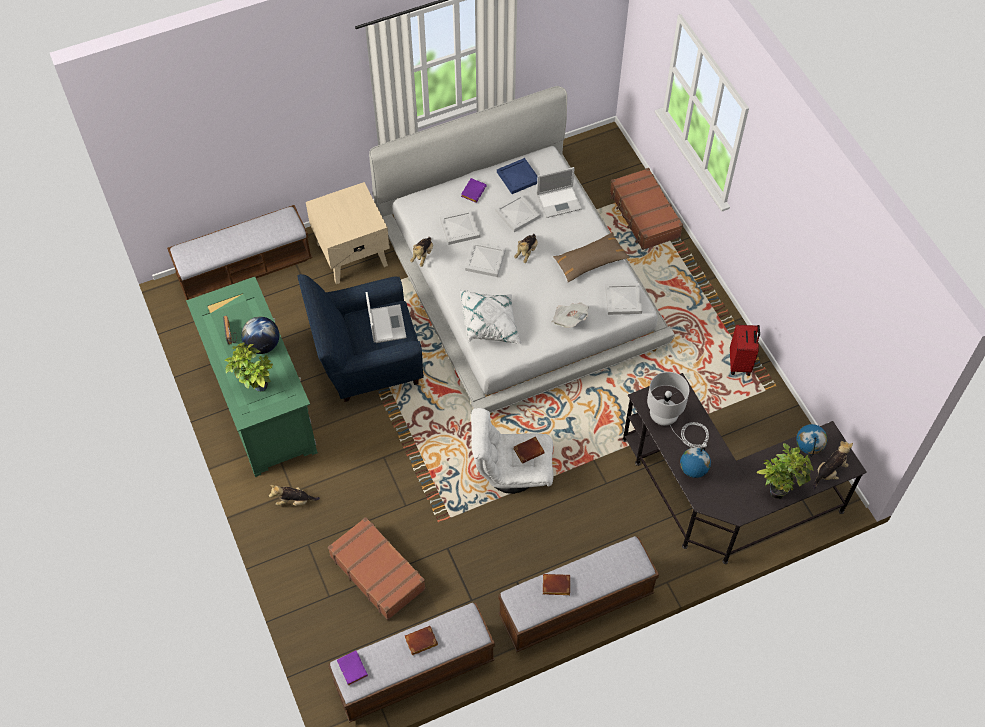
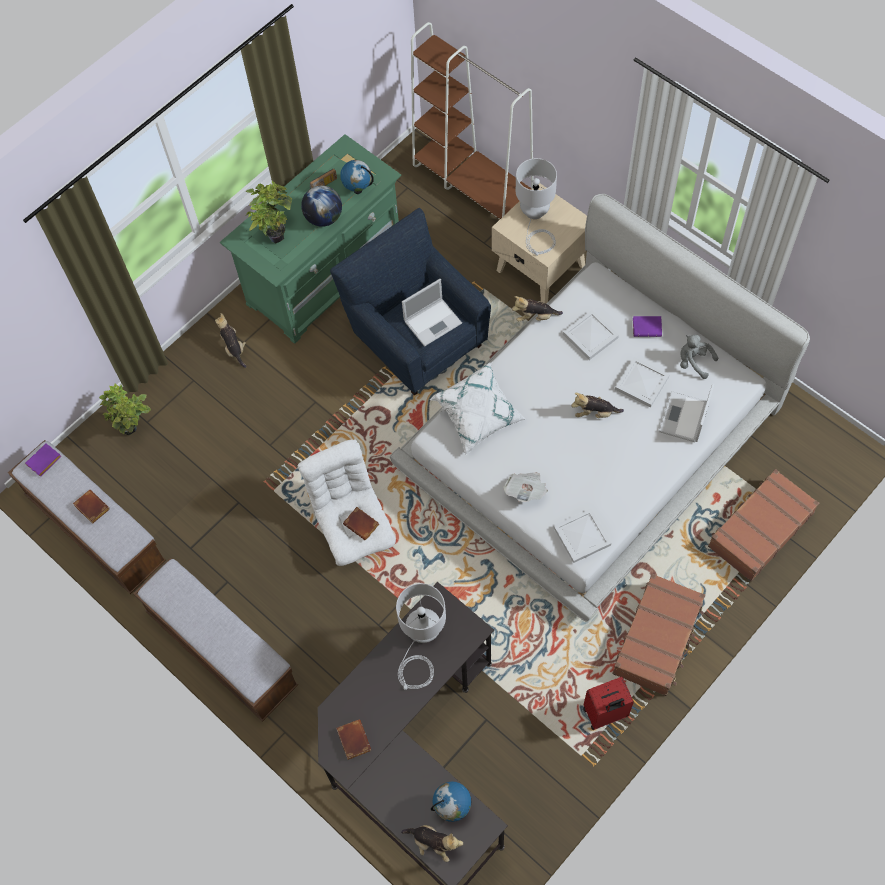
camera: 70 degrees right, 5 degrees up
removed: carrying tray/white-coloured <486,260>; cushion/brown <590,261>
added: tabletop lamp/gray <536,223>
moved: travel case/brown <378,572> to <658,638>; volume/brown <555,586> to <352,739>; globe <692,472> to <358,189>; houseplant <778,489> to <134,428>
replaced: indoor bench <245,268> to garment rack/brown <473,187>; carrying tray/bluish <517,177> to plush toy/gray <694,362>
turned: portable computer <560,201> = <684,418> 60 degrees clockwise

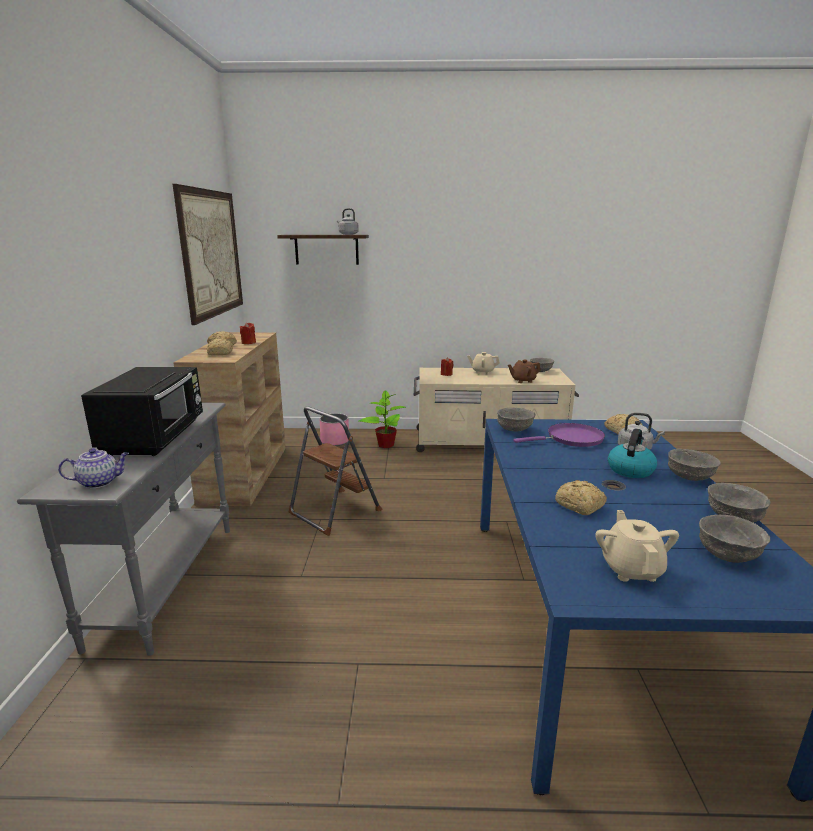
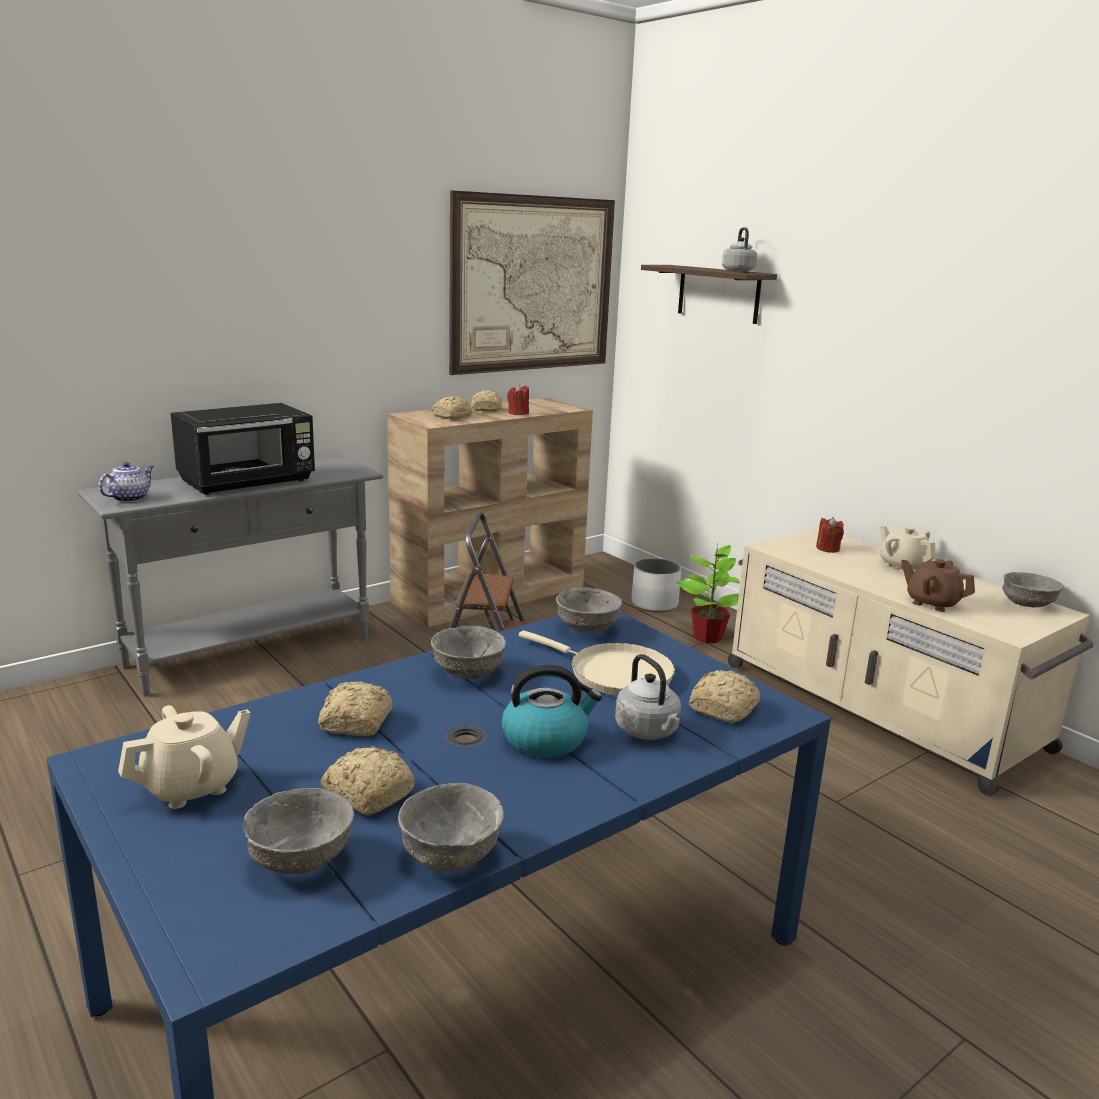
camera: 50 degrees right, 0 degrees up
added: bakery bread <368,792>
moved: bowl/gray <689,477> to <467,672>
recoloured: flower pot/pinkish <335,441> to flower pot/white-coloured <654,604>; skillet/purplish <571,439> to skillet/beige <614,673>
turned: tea pot <100,482> = <130,498> 90 degrees counterclockwise

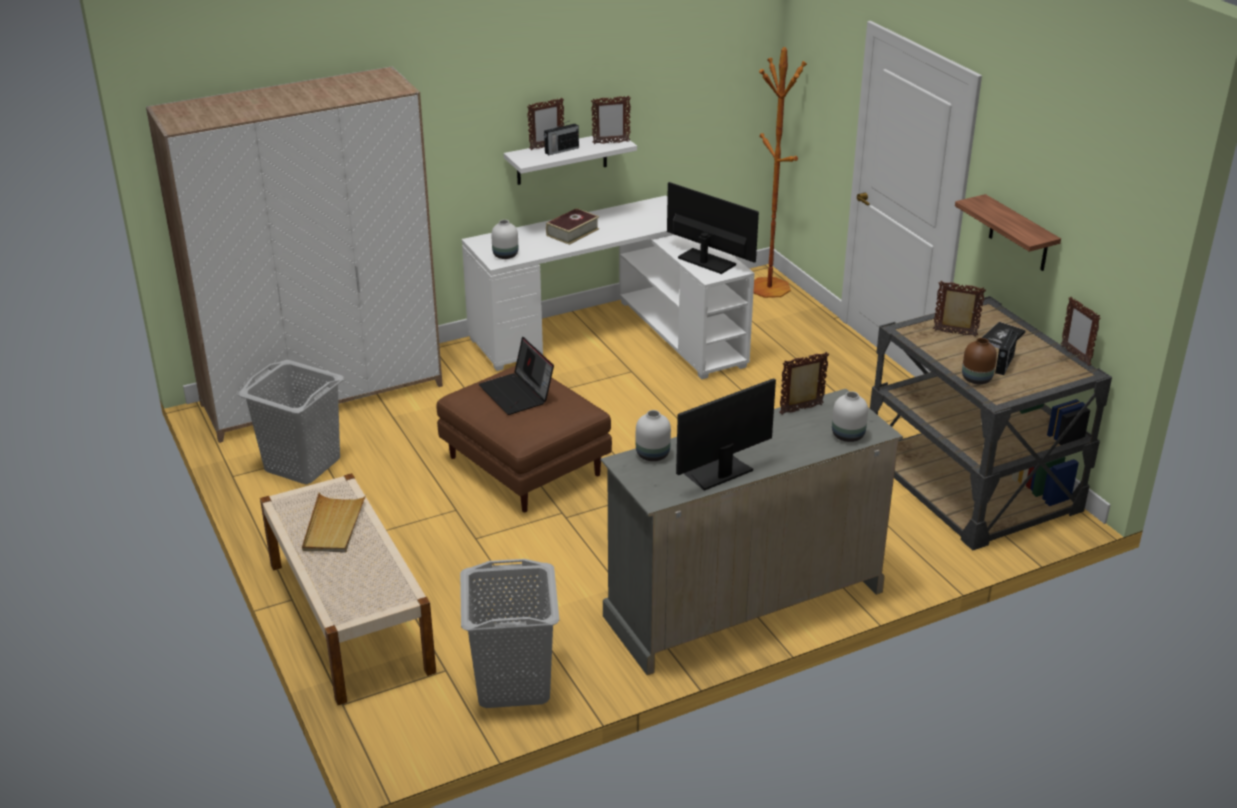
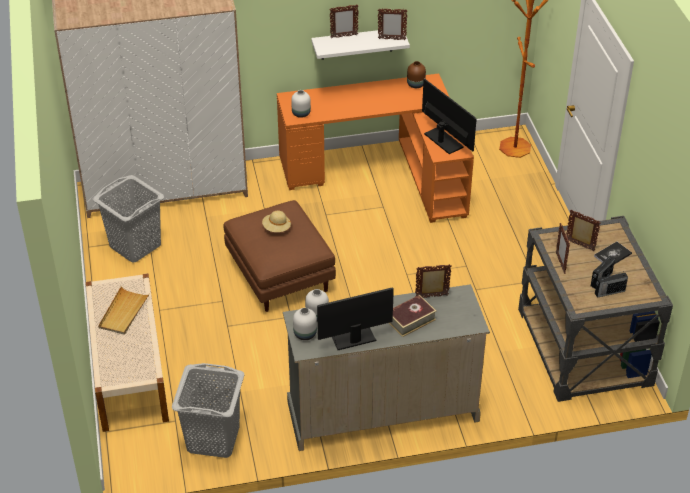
camera: 15 degrees right, 10 degrees up
removed: shelf <1019,234>
moved: radio <561,150> to <609,292>; volume <572,232> to <410,320>; decorative vase/white-coloured <848,435> to <305,334>; decorative vase/brown <975,379> to <415,84>; standing frame <1075,355> to <560,263>
replaced: portable computer <517,394> to clothing hat/beige <276,228>
recoloured: desk unit/white-coloured <614,335> to desk unit/orange-coloured <383,172>

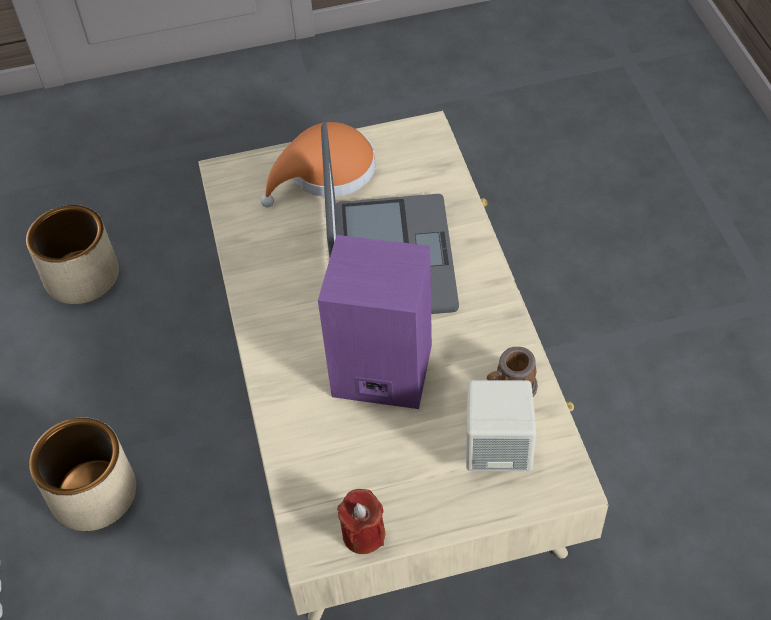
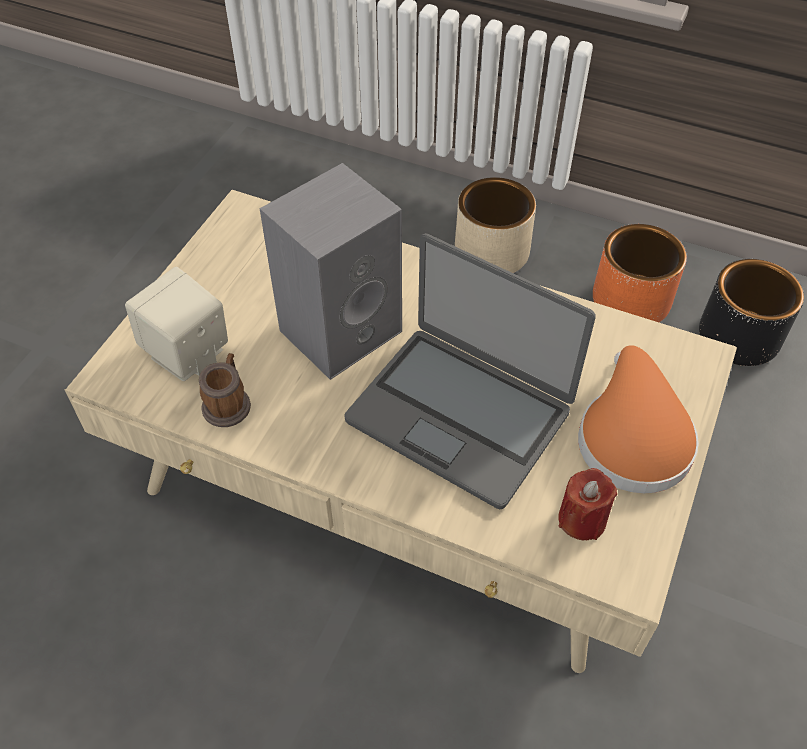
camera: 125 degrees right, 0 degrees up
added: flower pot/orange-coloured <631,301>
moved: wax light/red <363,534> to <582,519>
recoloured: flower pot/beige <83,277> to flower pot/black-coloured <738,337>; loudspeaker/purplish <379,372> to loudspeaker/gray <341,328>

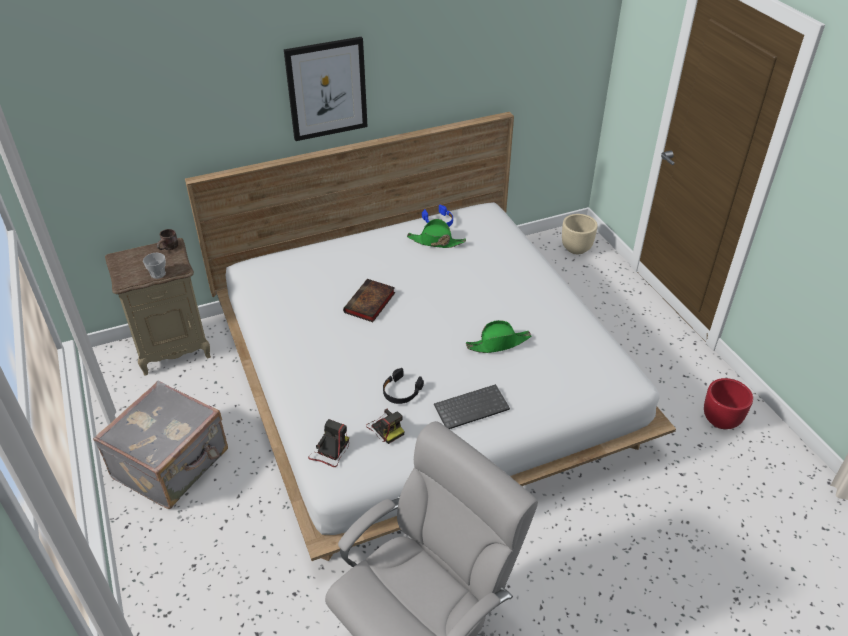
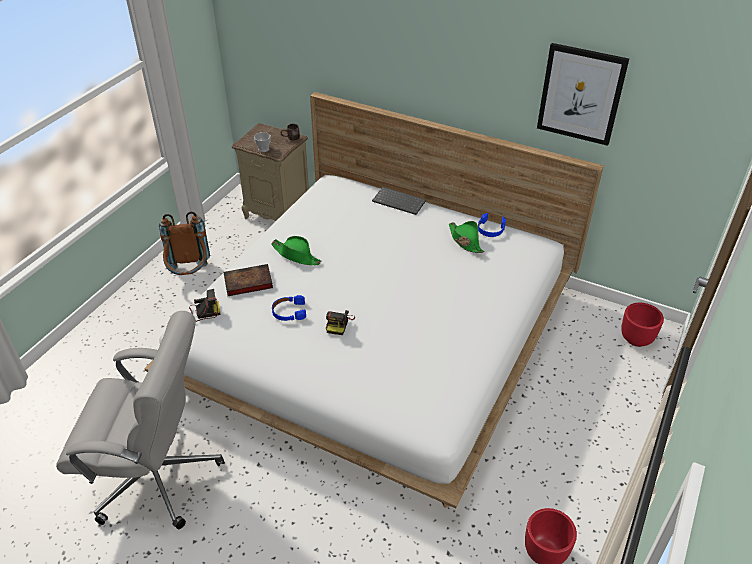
camera: 50 degrees right, 0 degrees up
moved: wall art <326,89> to <581,94>; volume <369,304> to <247,283>; still camera <385,428> to <339,323>; computer keyboard <472,407> to <400,201>; clothing hat/greenish <498,343> to <296,255>
replaced: travel case/gray <173,465> to knapsack/brown <190,275>
recoloured: headphones/black-coloured <401,391> to headphones/bluish <289,312>; flower pot/beige <576,248> to flower pot/red <636,339>

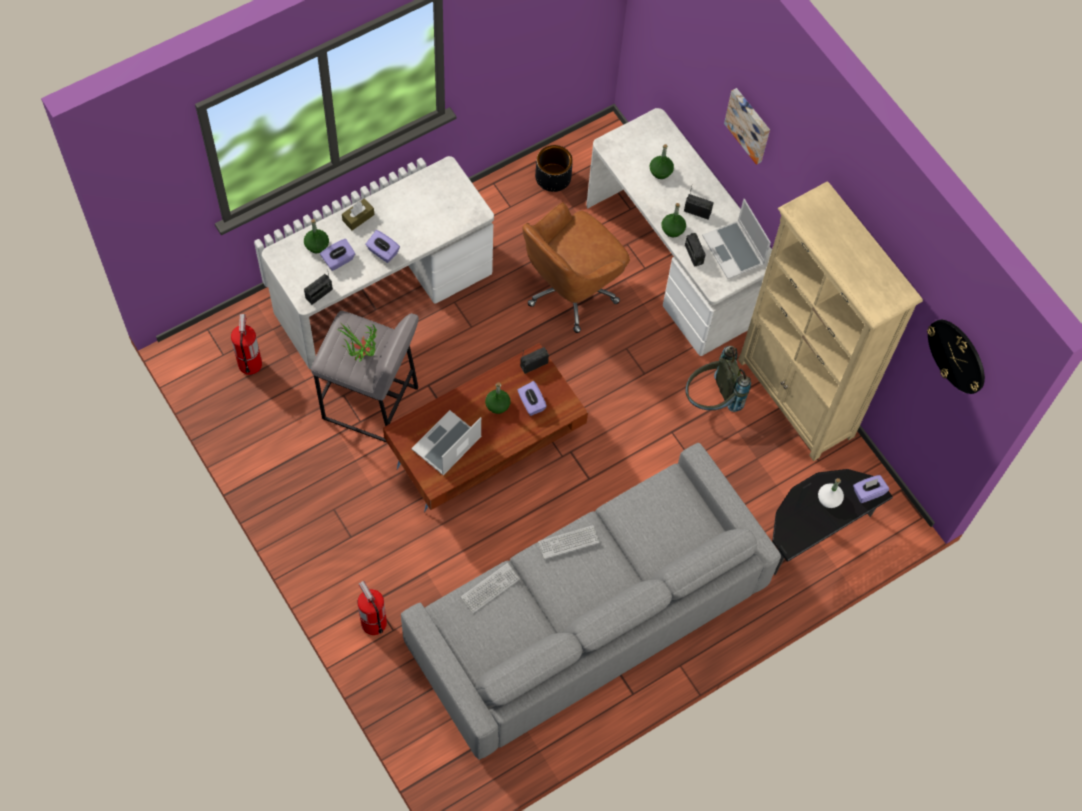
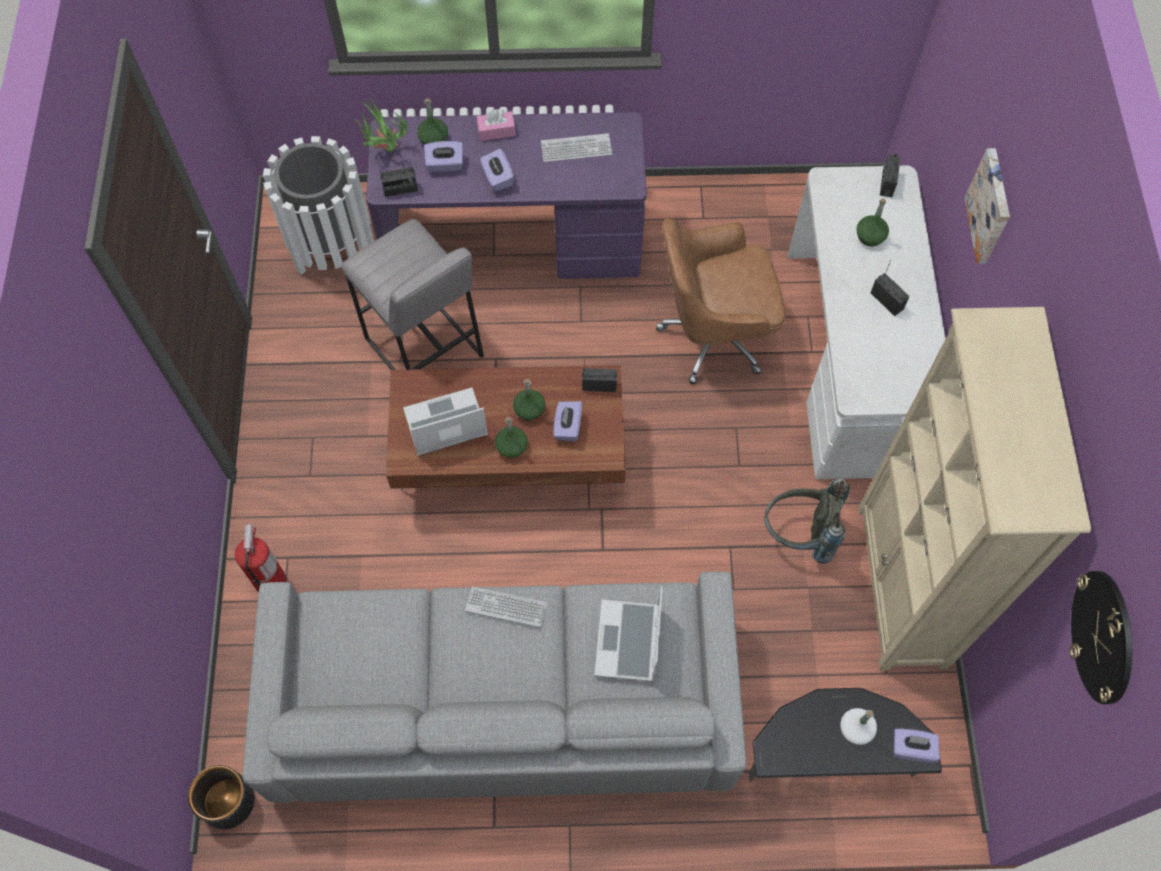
camera: 35 degrees right, 0 degrees up
moved: houseplant <360,356> to <384,150>; computer keyboard <490,588> to <576,149>; flower pot/black-coloured <553,177> to <228,801>; beverage bottle/greenish <672,229> to <511,446>; radio <693,254> to <887,183>; portable computer <734,251> to <629,642>
replaced: fire-fighting cylinder <250,363> to trash can/white-coloured <332,247>
recoloured: desk unit/white-coloured <383,291> to desk unit/purplish <513,241>; tissue box/brown <358,217> to tissue box/pinkish <496,131>

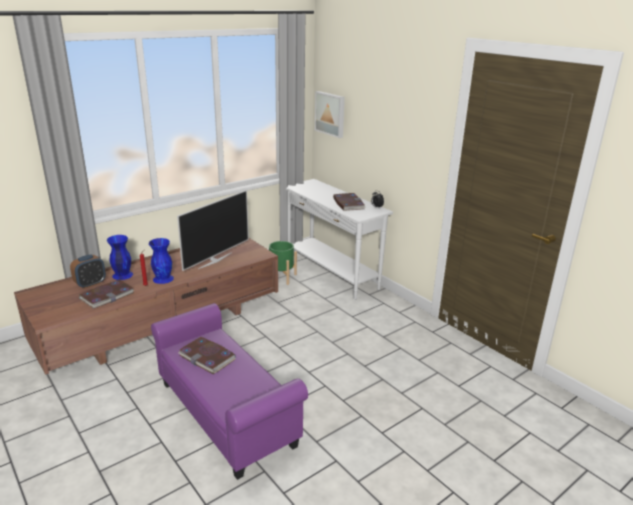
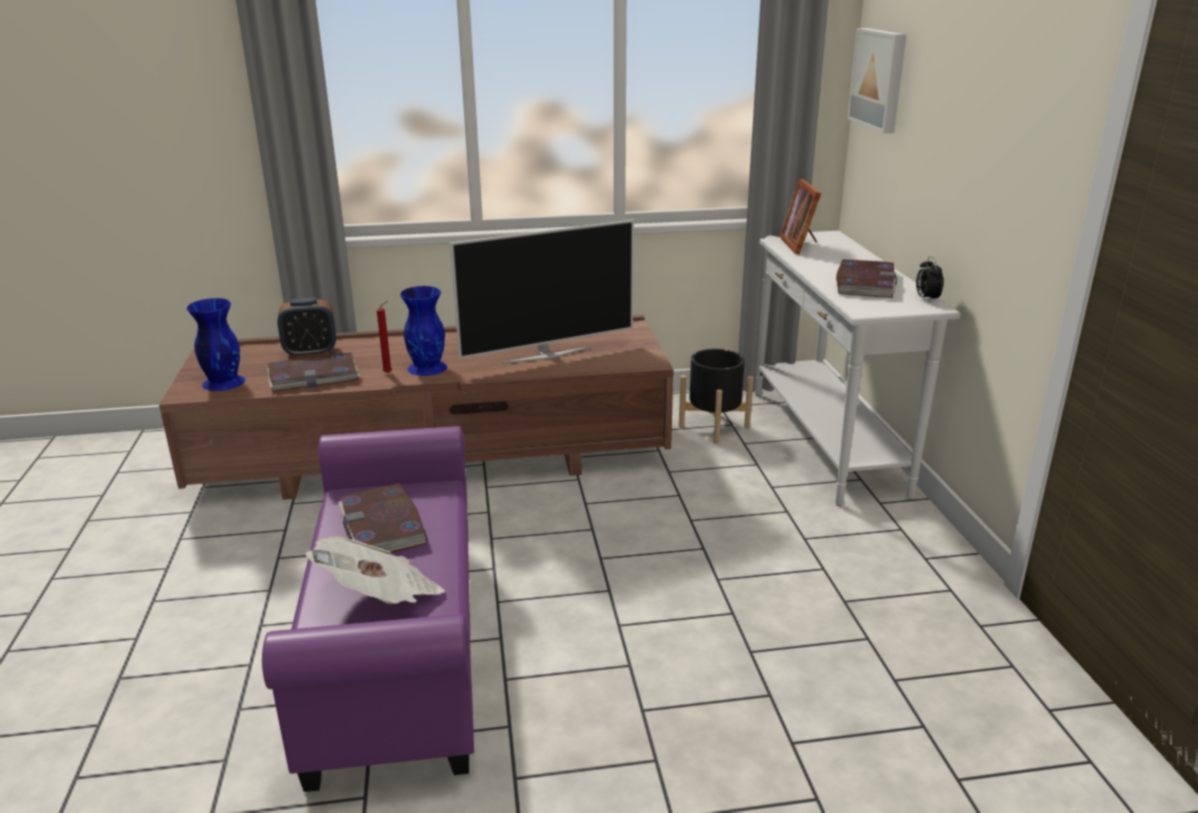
camera: 30 degrees right, 0 degrees up
added: printed paper <381,597>; standing frame <801,245>
moved: decorative vase/bluish <122,275> to <223,382>
recoloured: flower pot/greenish <281,277> to flower pot/black-coloured <713,427>

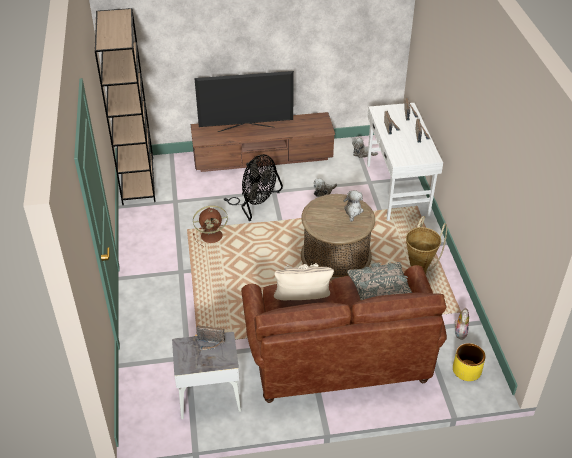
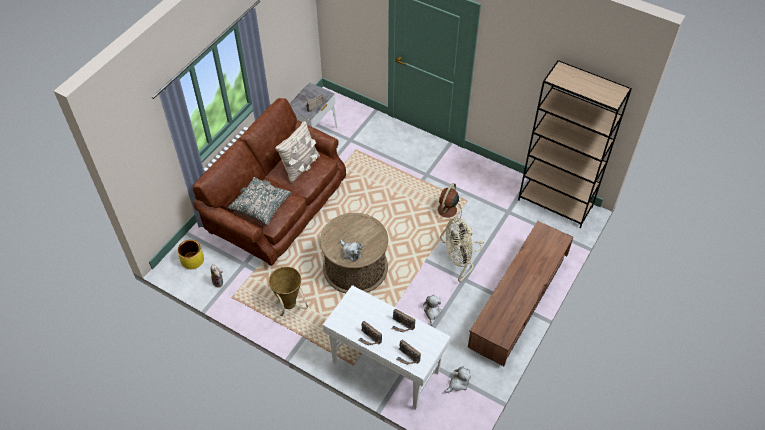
camera: 130 degrees right, 10 degrees up
removed: TV <246,129>
recoloured: cooling fan/black-coloured <254,203> to cooling fan/beige <460,257>

